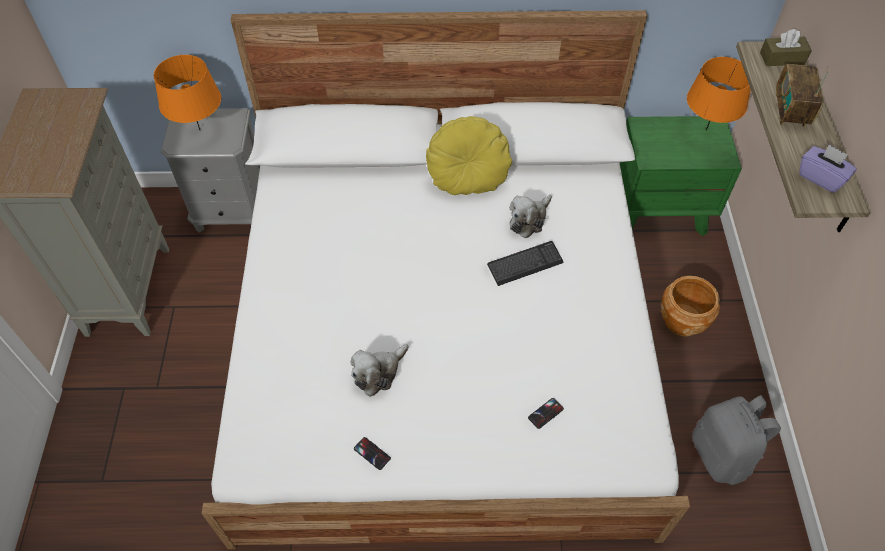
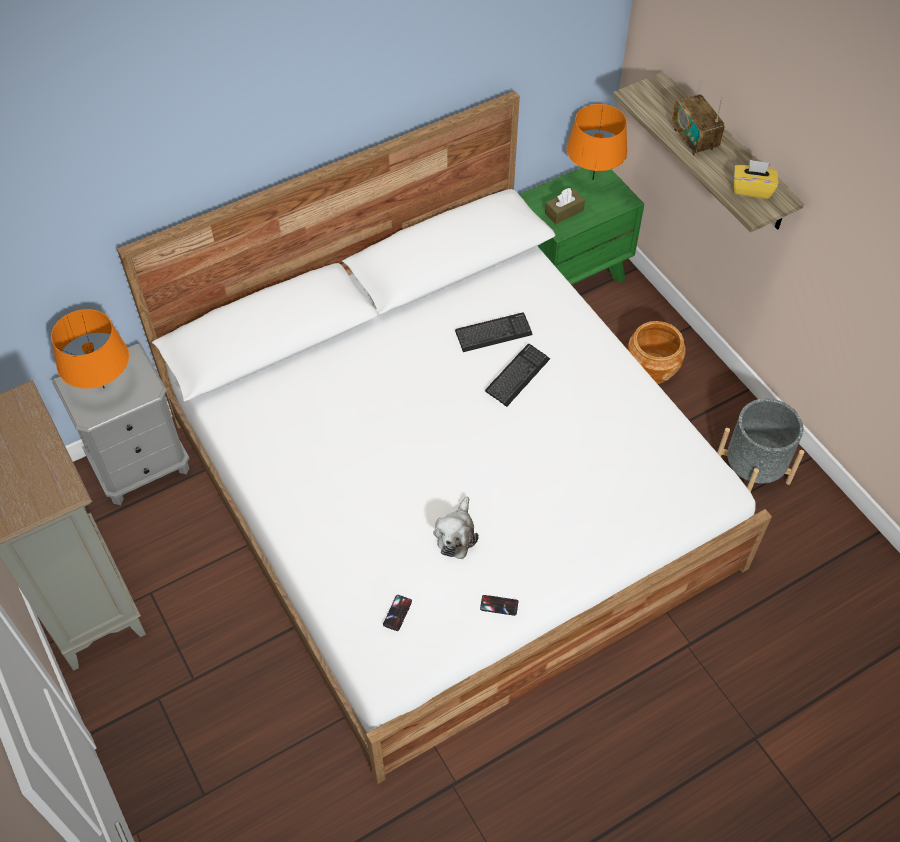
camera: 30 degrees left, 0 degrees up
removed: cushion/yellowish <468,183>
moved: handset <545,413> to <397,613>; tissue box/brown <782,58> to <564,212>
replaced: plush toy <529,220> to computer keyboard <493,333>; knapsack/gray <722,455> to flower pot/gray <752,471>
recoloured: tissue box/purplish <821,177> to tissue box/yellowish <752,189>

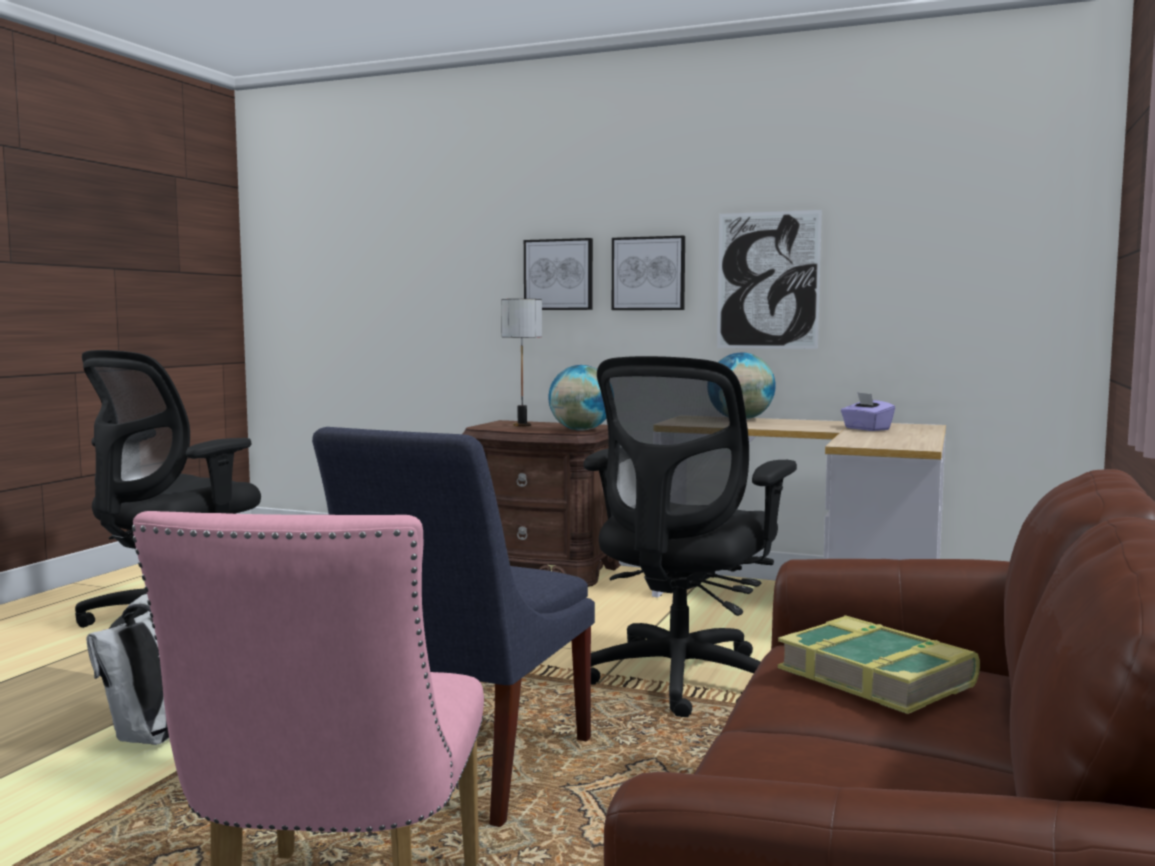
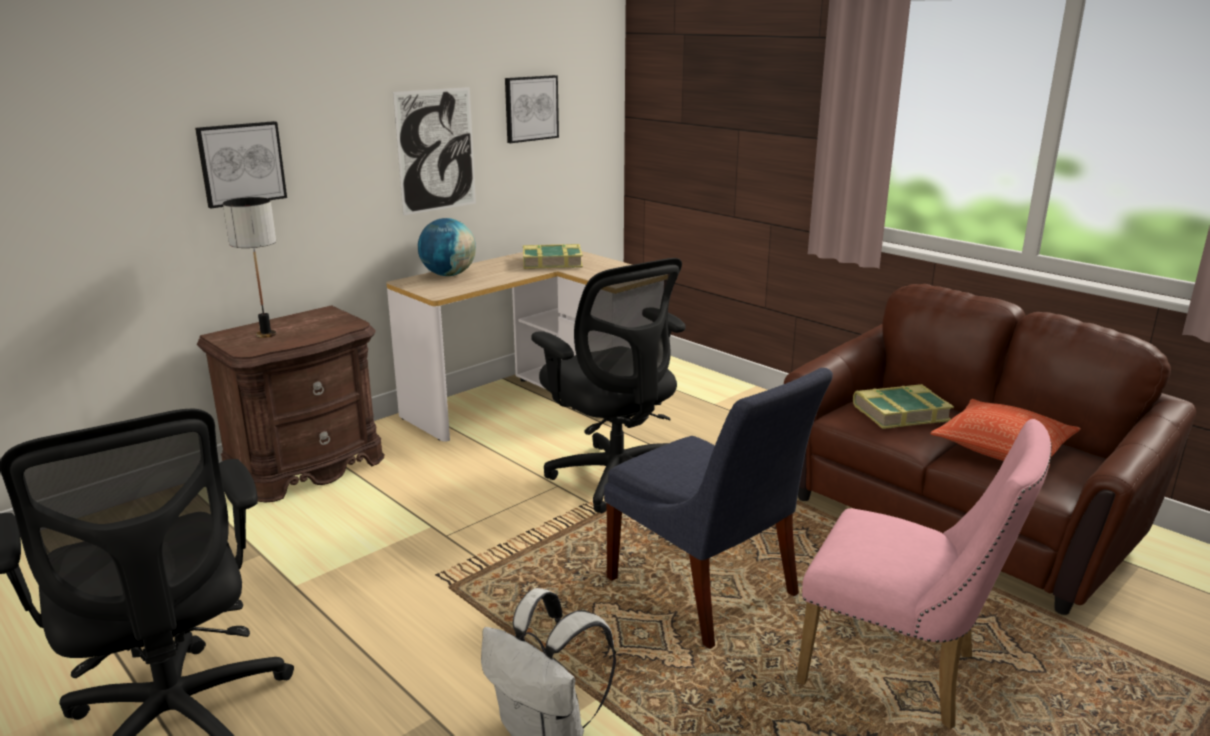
camera: 65 degrees left, 15 degrees up
removed: globe <581,430>
added: cushion/orange-coloured <1003,449>
moved: wall art <648,273> to <531,108>
replaced: tissue box/purplish <866,429> to volume <552,262>

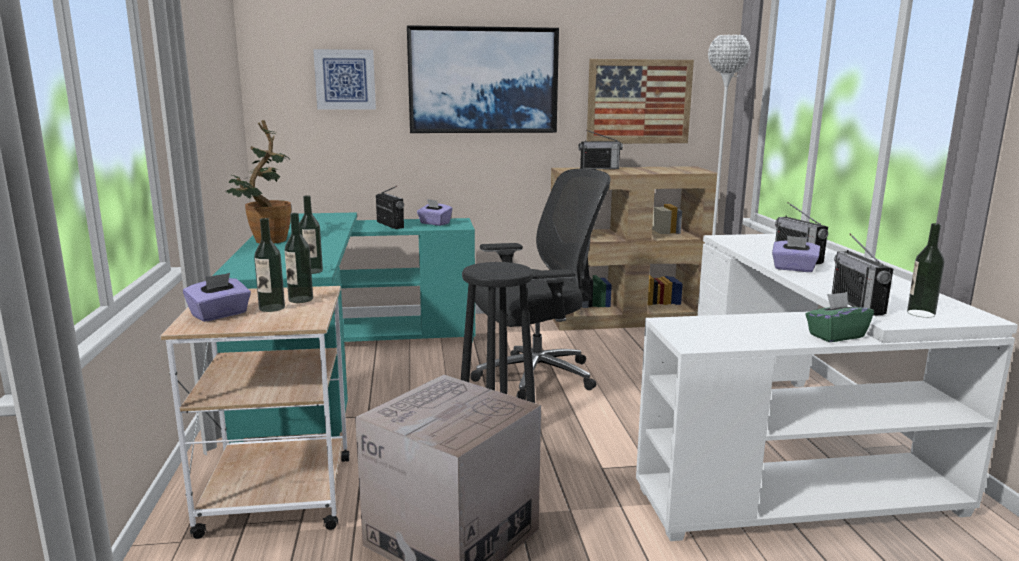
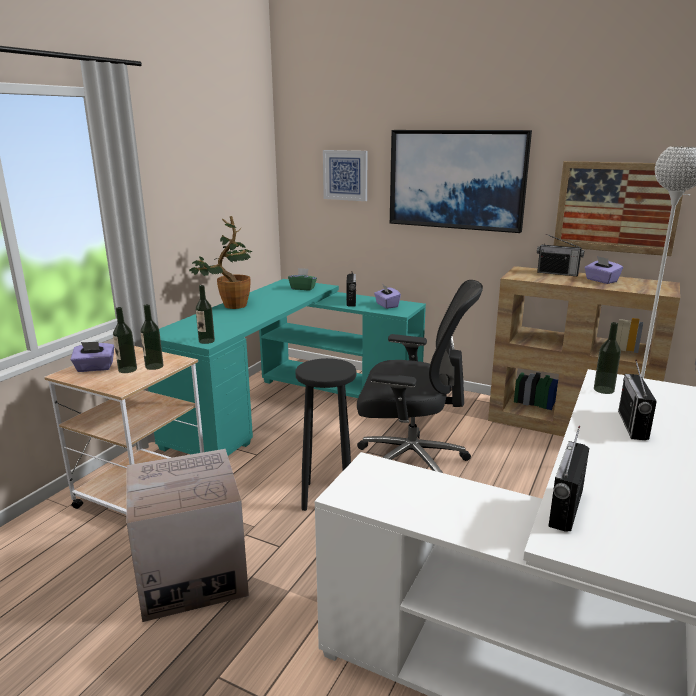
camera: 35 degrees right, 5 degrees up
moved: tissue box/purplish <793,268> to <601,280>; tissue box/greenish <835,336> to <303,288>; beverage bottle <920,313> to <603,390>

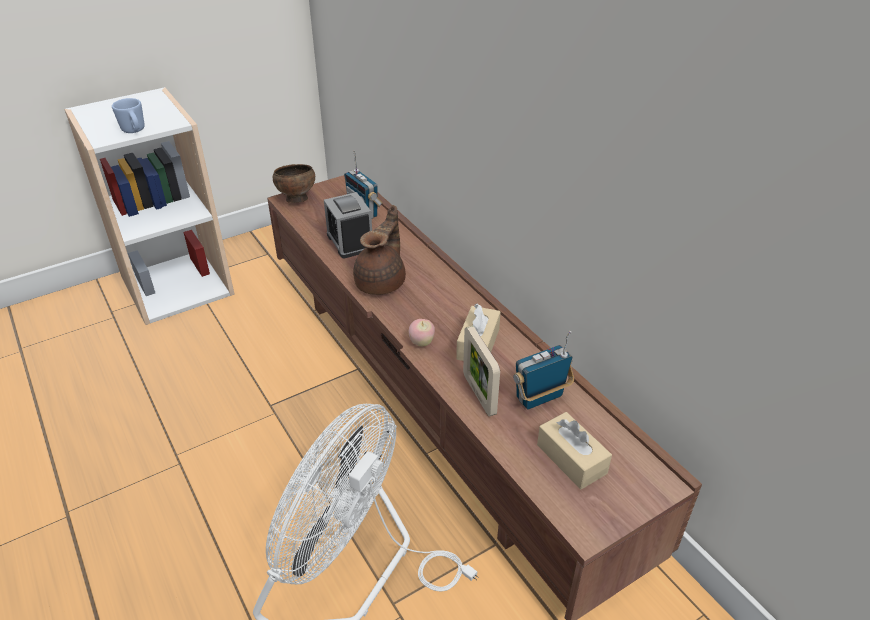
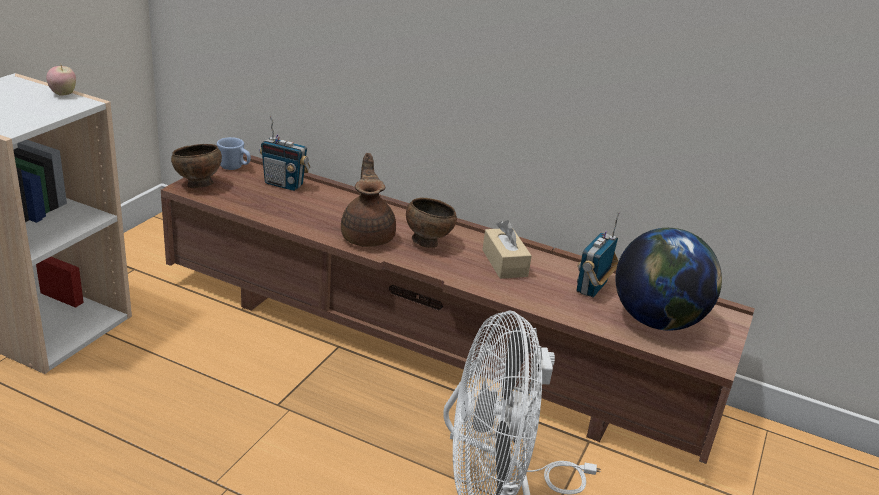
camera: 35 degrees left, 10 degrees down
removed: bedside clock <350,242>; standing frame <479,394>
added: bowl/brown <427,243>
moved: coffee mug/bluish <135,131> to <235,168>; apple fruit <421,343> to <63,94>
replaced: tissue box/beige <571,459> to globe <657,321>

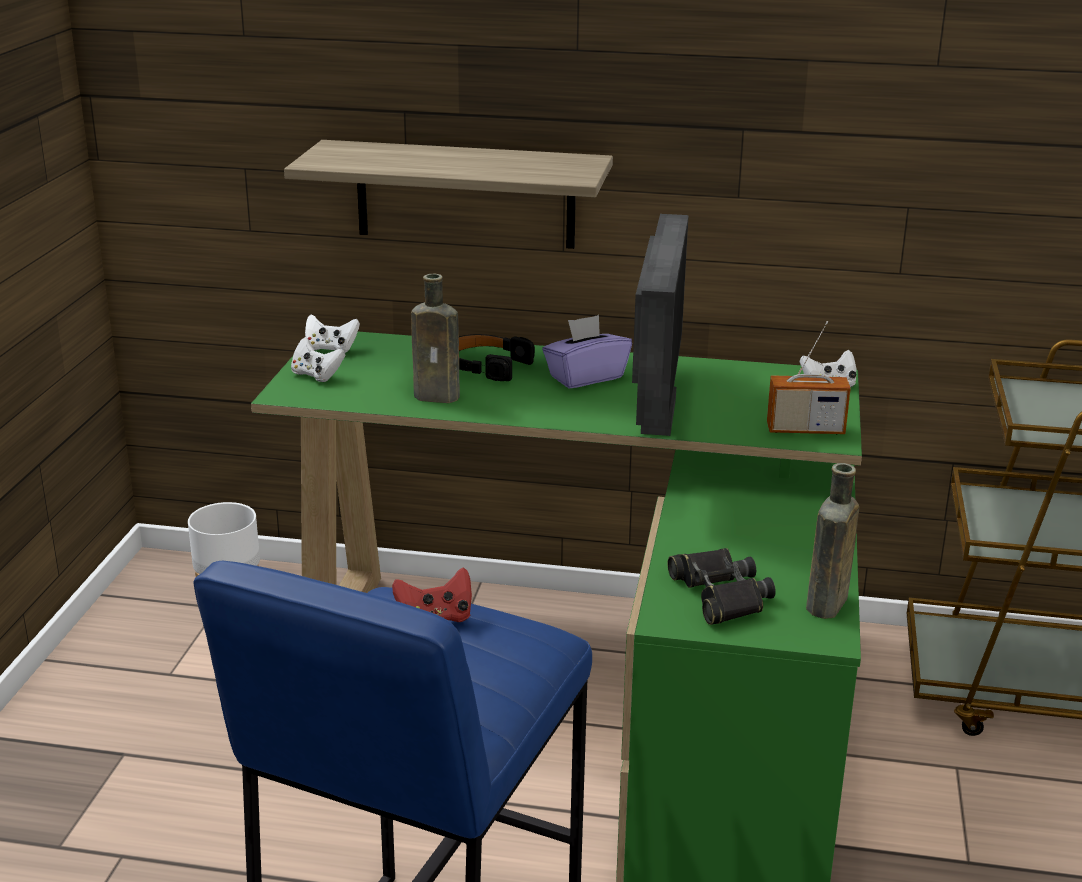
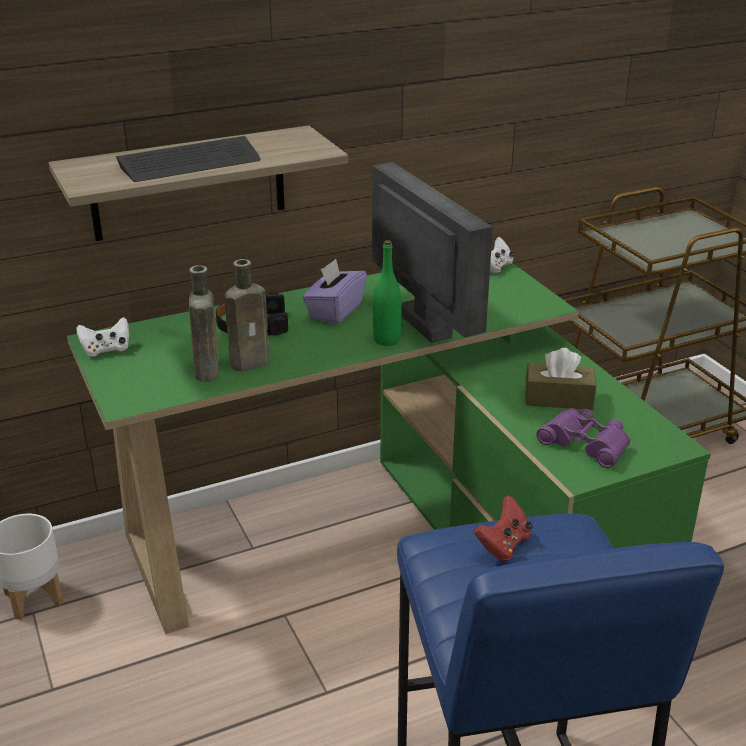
camera: 35 degrees left, 5 degrees up
removed: gamepad/white-coloured <316,375>; radio <805,430>
added: computer keyboard <190,163>; beverage bottle/greenish <386,340>; tissue box/brown <558,398>
moved: beverage bottle/brown <826,606> to <207,372>
recoloured: field glasses/black-coloured <720,595> to field glasses/purplish <585,443>

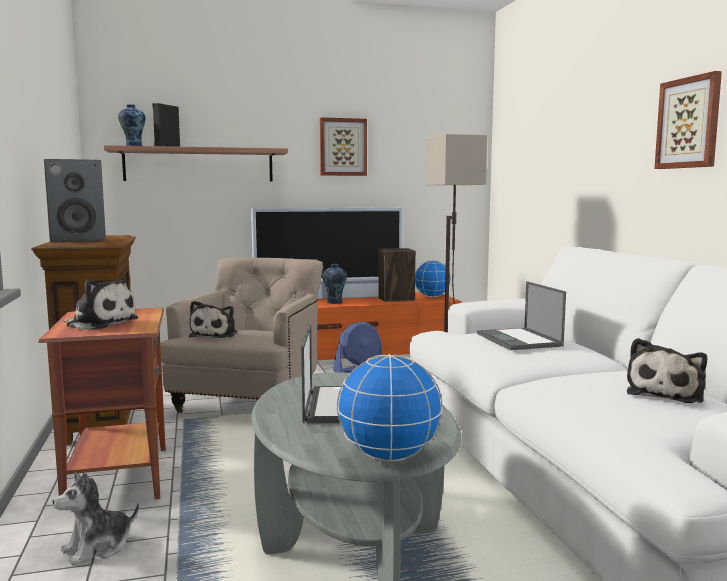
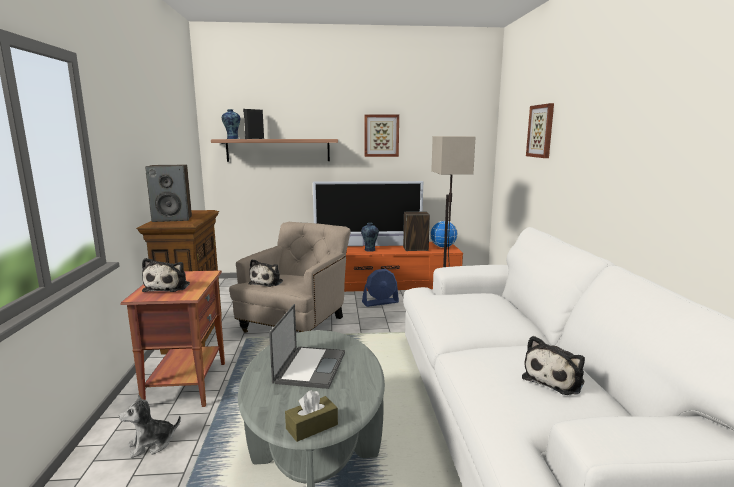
camera: 10 degrees right, 5 degrees up
removed: portable computer <519,340>
moved: wall art <689,123> to <541,131>
replaced: globe <389,457> to tissue box/brown <312,426>
turned: plush toy <100,323> = <168,287> 60 degrees clockwise

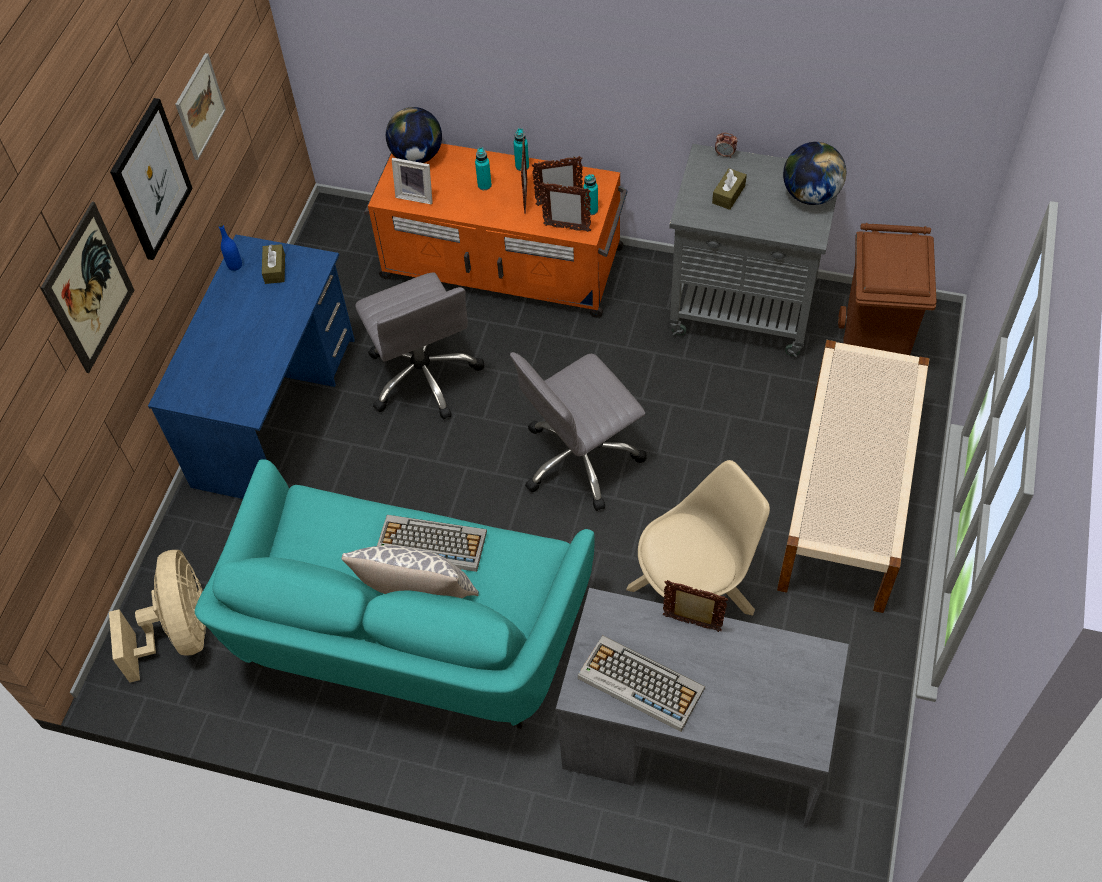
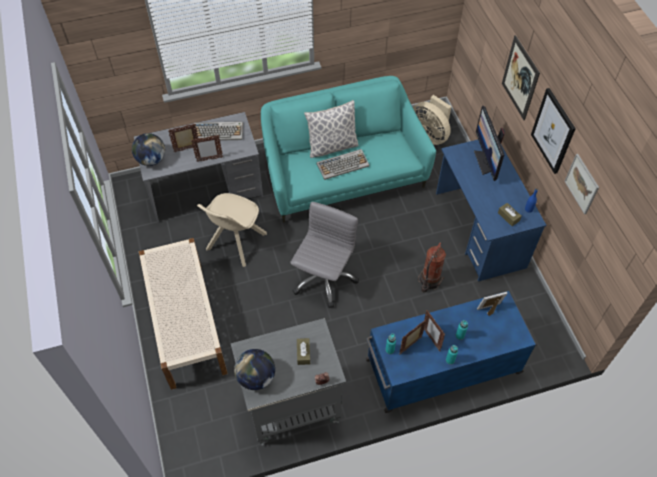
camera: 145 degrees right, 0 degrees up
removed: trash can/brown <875,344>
added: computer display <486,161>
moved: globe <417,156> to <151,160>; standing frame <566,228> to <187,149>
replaced: office chair/gray <423,375> to fire-fighting cylinder <429,281>
recoloured: cupboard/orange-coloured <503,264> to cupboard/bluish <442,366>

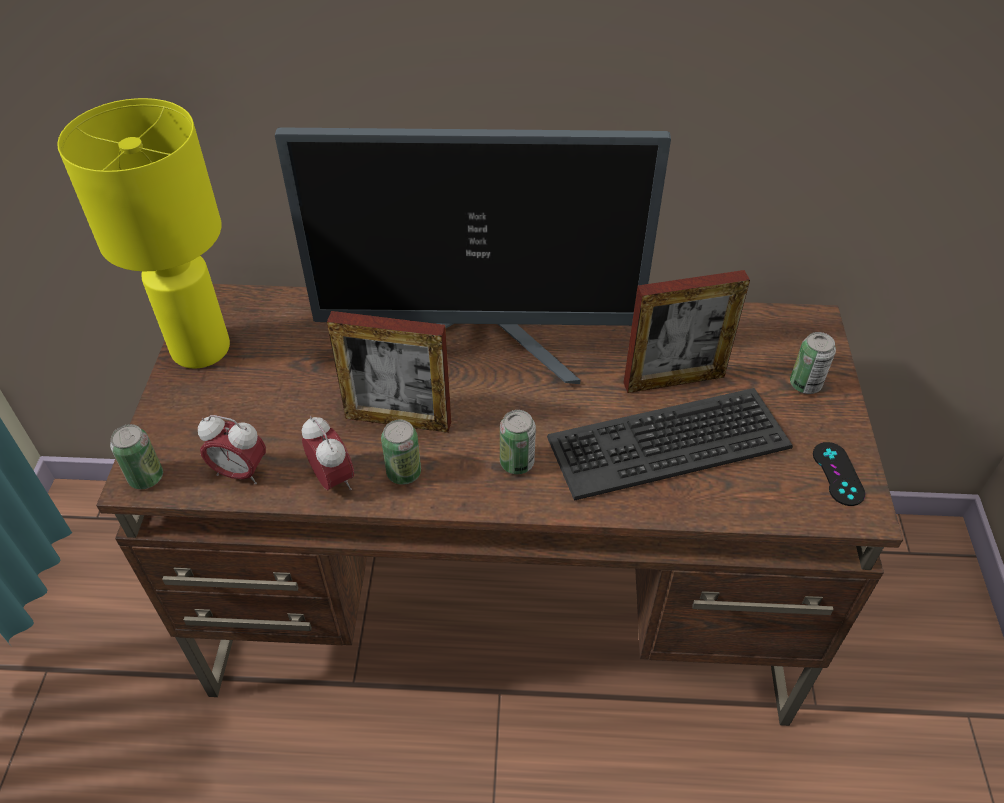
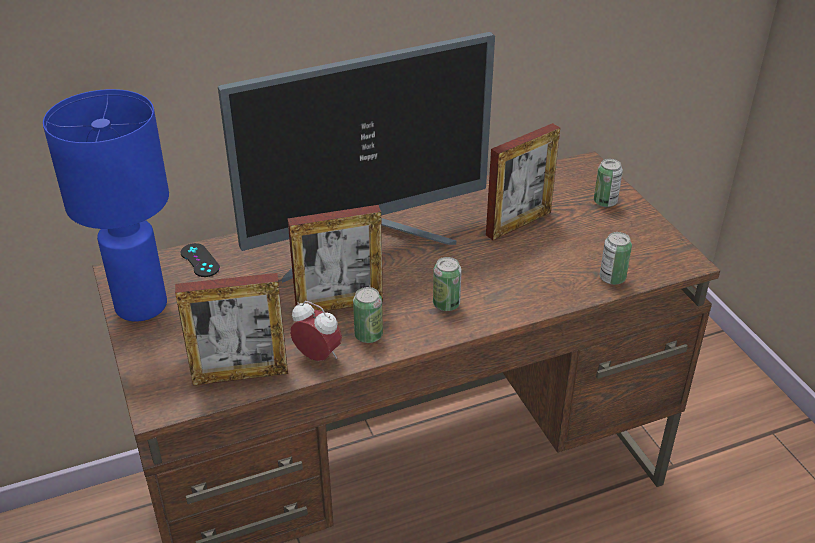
camera: 25 degrees left, 10 degrees down
removed: computer keyboard <667,442>
moved: metal can <146,477> to <612,278>; gamepad/black-coloured <838,474> to <200,260>
replaced: bedside clock <240,472> to standing frame <240,375>
recoloured: tabletop lamp/yellowish <199,349> to tabletop lamp/bluish <140,306>

